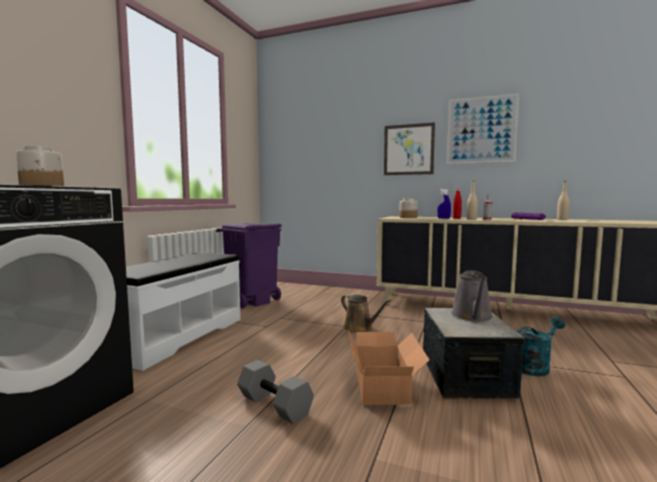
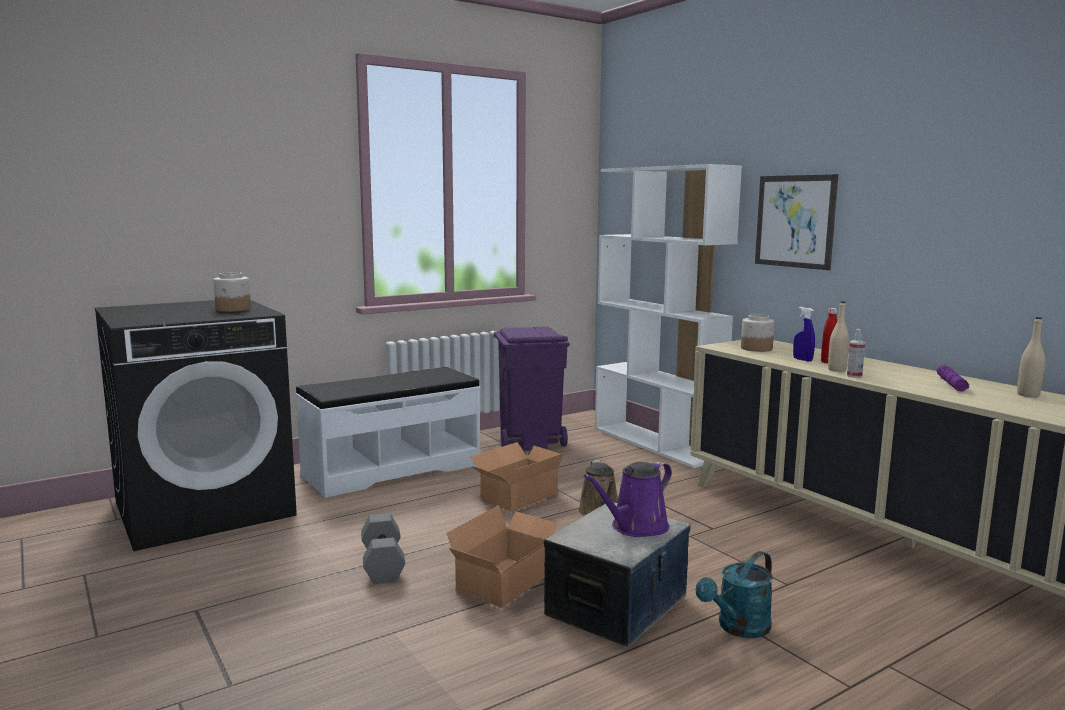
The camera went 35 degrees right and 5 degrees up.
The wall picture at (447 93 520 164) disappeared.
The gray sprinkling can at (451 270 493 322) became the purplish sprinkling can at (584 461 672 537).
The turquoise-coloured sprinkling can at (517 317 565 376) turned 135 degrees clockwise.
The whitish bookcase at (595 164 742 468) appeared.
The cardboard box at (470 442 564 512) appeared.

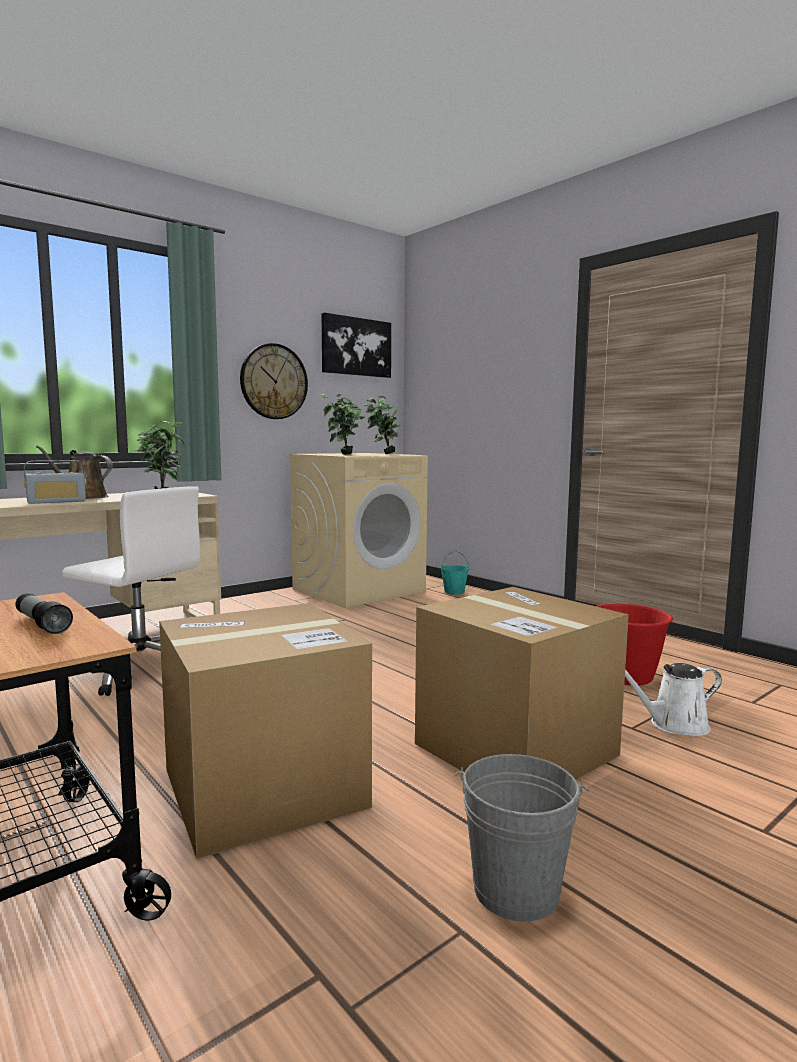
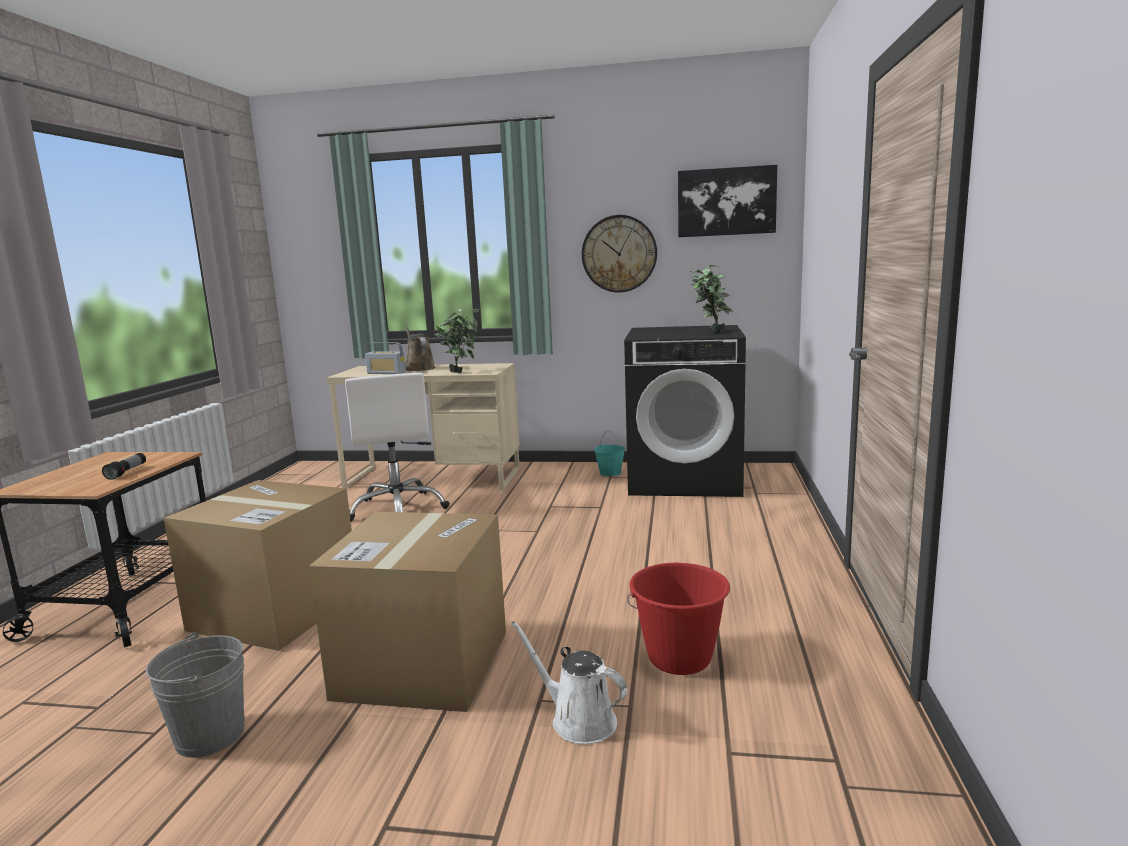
The camera went 50 degrees right and 5 degrees up.
The houseplant at (321 394 365 455) disappeared.
The beige-coloured laundry appliance at (289 453 428 608) became the blackish laundry appliance at (624 325 746 497).
The turquoise-coloured pail moved from (441 550 469 595) to (594 431 625 476).

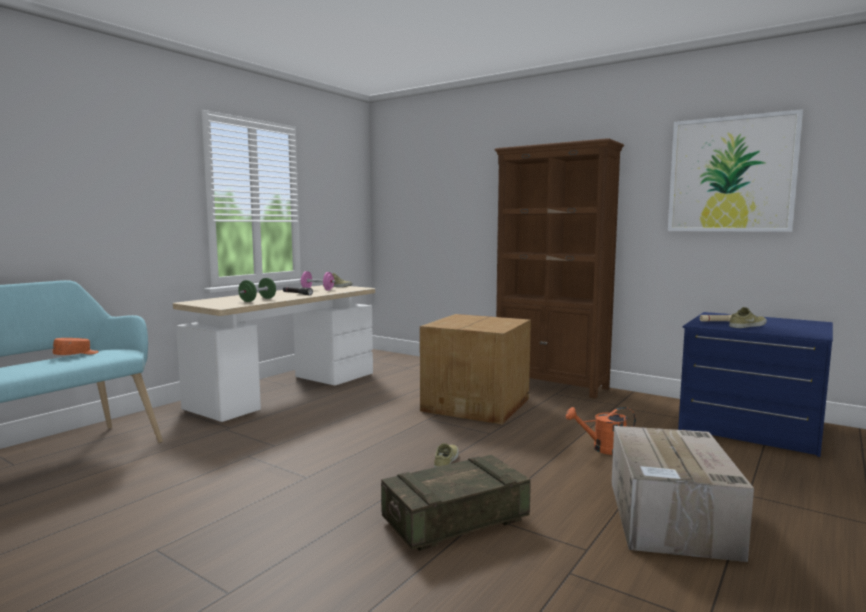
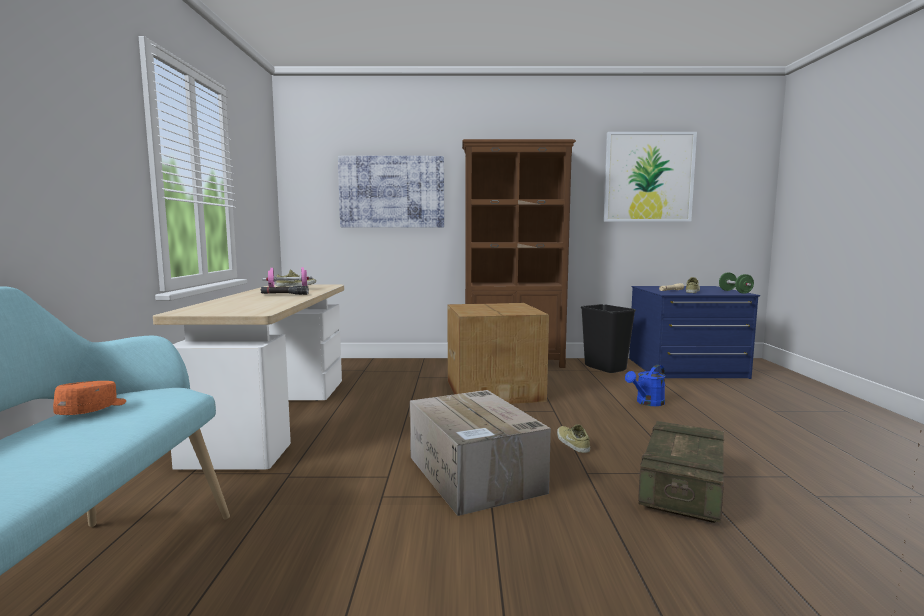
The camera went 35 degrees left and 0 degrees up.
The greenish free weight moved from (238 278 276 302) to (719 272 754 294).
The orange-coloured sprinkling can at (566 407 636 455) became the bluish sprinkling can at (625 365 665 406).
The cardboard box moved from (611 426 754 562) to (410 390 551 516).
The wall picture at (338 156 444 228) appeared.
The blackish waste bin at (581 304 636 373) appeared.

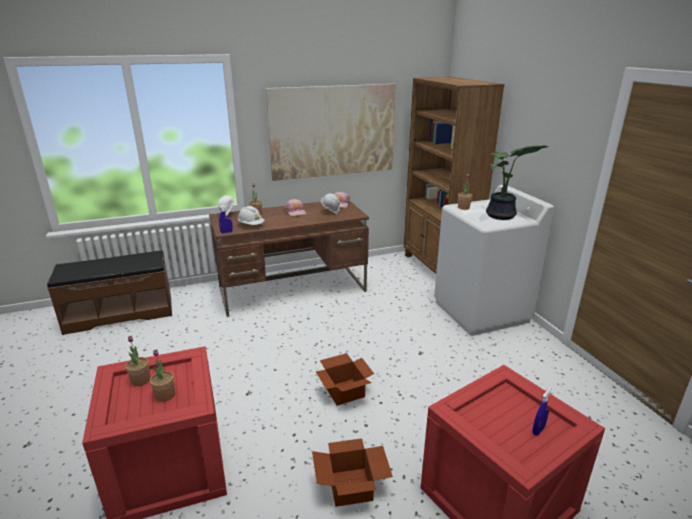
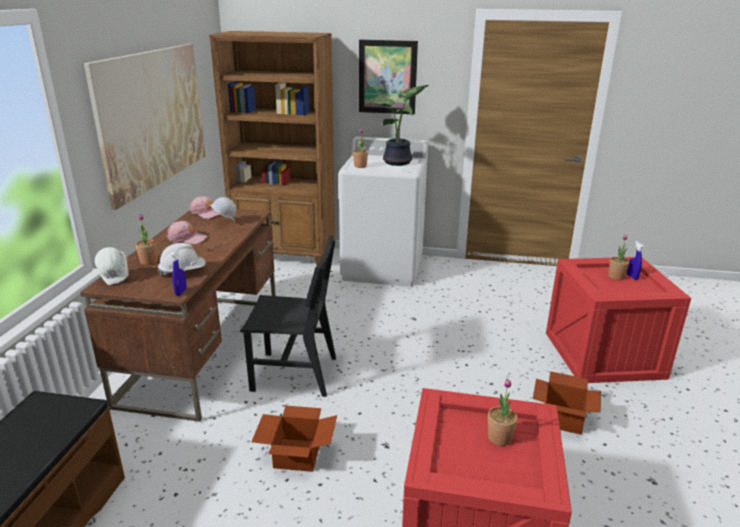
The camera went 60 degrees left and 0 degrees up.
The houseplant moved from (125 336 150 386) to (608 235 629 280).
The cardboard box moved from (316 353 374 406) to (251 405 337 472).
The wall picture at (359 40 418 115) appeared.
The blackish upright chair at (240 235 336 397) appeared.

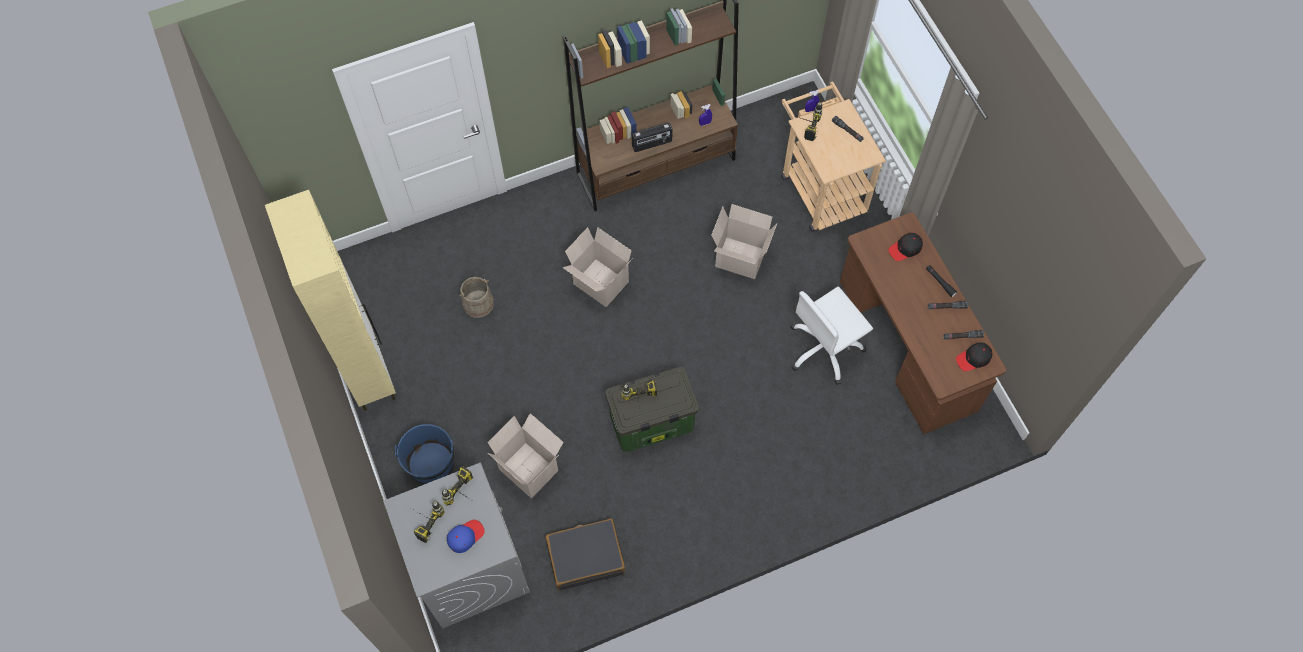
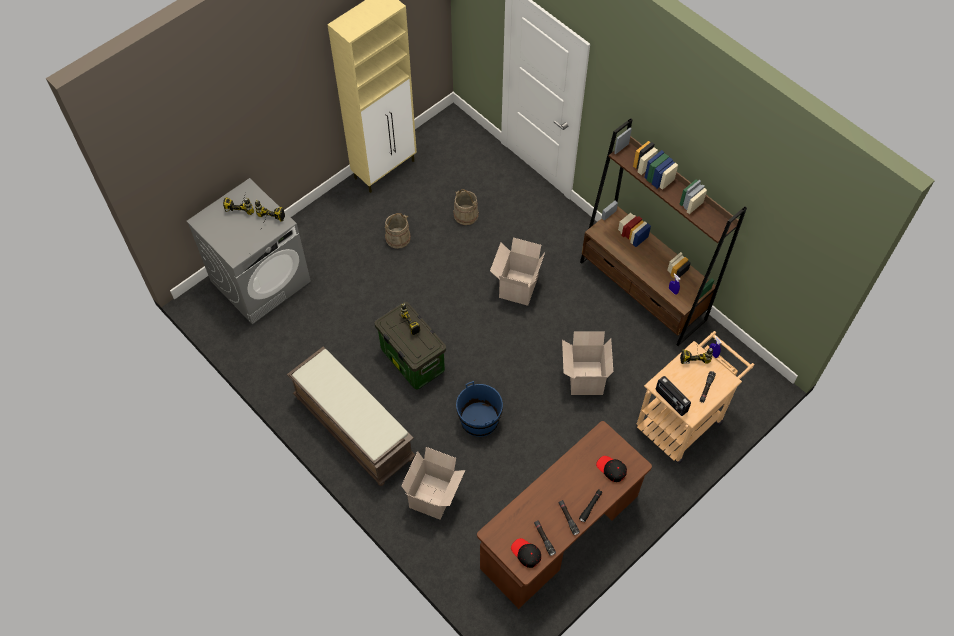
The camera went 70 degrees right and 5 degrees down.
The radio receiver moved from (632 123 673 152) to (656 376 691 416).
The whitish computer chair at (791 286 873 385) disappeared.
The cardboard box moved from (487 413 564 498) to (401 447 465 520).
The bluish pail moved from (395 424 454 484) to (456 381 503 437).
The blackish piece of luggage at (545 518 625 591) disappeared.
The bluish cap at (447 520 485 553) disappeared.
The beige-coloured pail at (385 213 411 249) appeared.
The brown-coloured bench at (287 346 415 486) appeared.

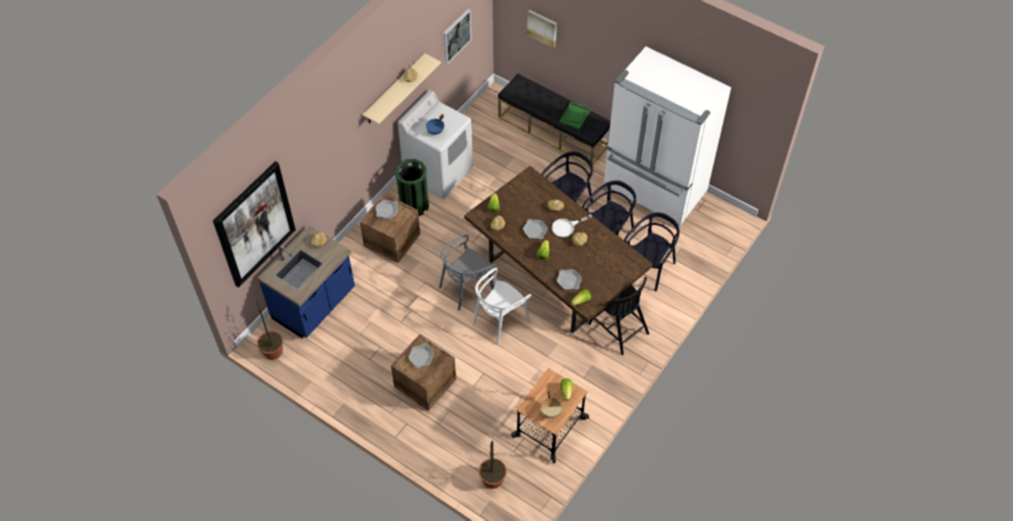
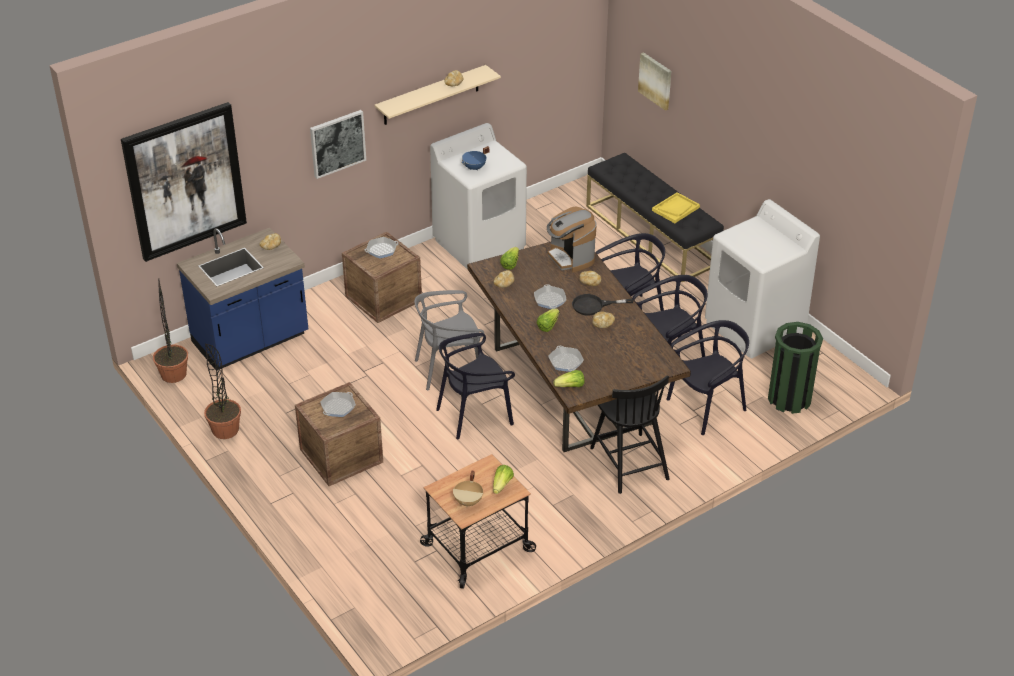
The camera went 20 degrees right and 15 degrees down.
The wall picture moved from (443 9 472 64) to (310 110 366 179).
The whitish fridge at (603 47 731 227) was replaced by the whitish laundry appliance at (705 199 820 358).
The greenish tray at (560 102 591 130) became the yellowish tray at (652 192 700 223).
The greenish waste bin moved from (395 159 429 217) to (768 322 823 414).
The whitish pan at (552 214 592 237) became the blackish pan at (572 294 634 315).
The whitish upright chair at (472 267 532 345) became the blackish upright chair at (436 333 515 440).
The houseplant moved from (479 441 507 489) to (204 344 241 439).
The coffee brewer at (547 207 596 272) appeared.

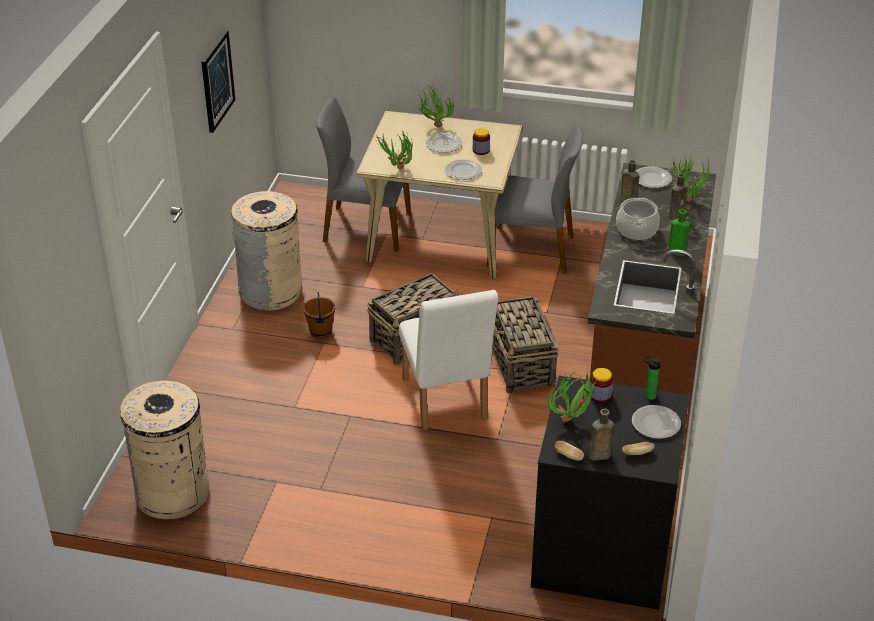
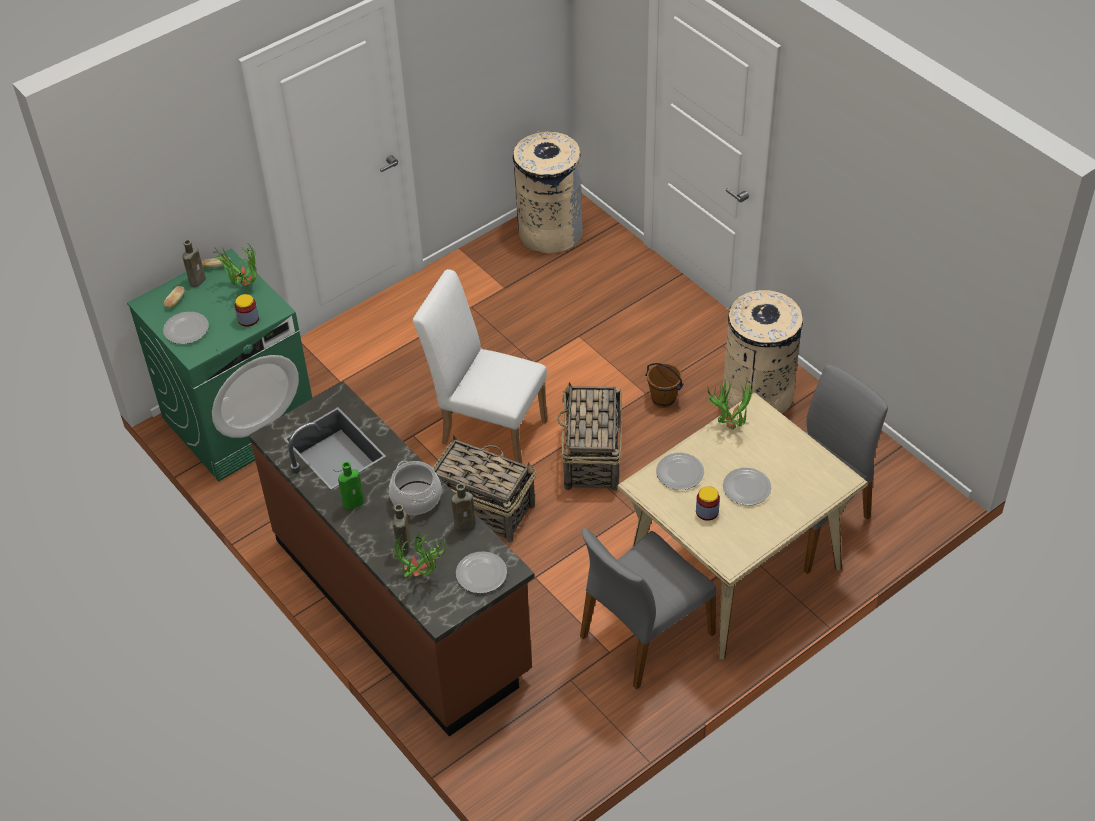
The camera went 130 degrees right and 10 degrees up.
The wall picture at (201 30 235 133) disappeared.
The houseplant at (418 85 454 127) disappeared.
The beverage bottle at (645 356 661 400) disappeared.
The blackish laundry appliance at (531 376 690 610) became the greenish laundry appliance at (127 248 312 481).

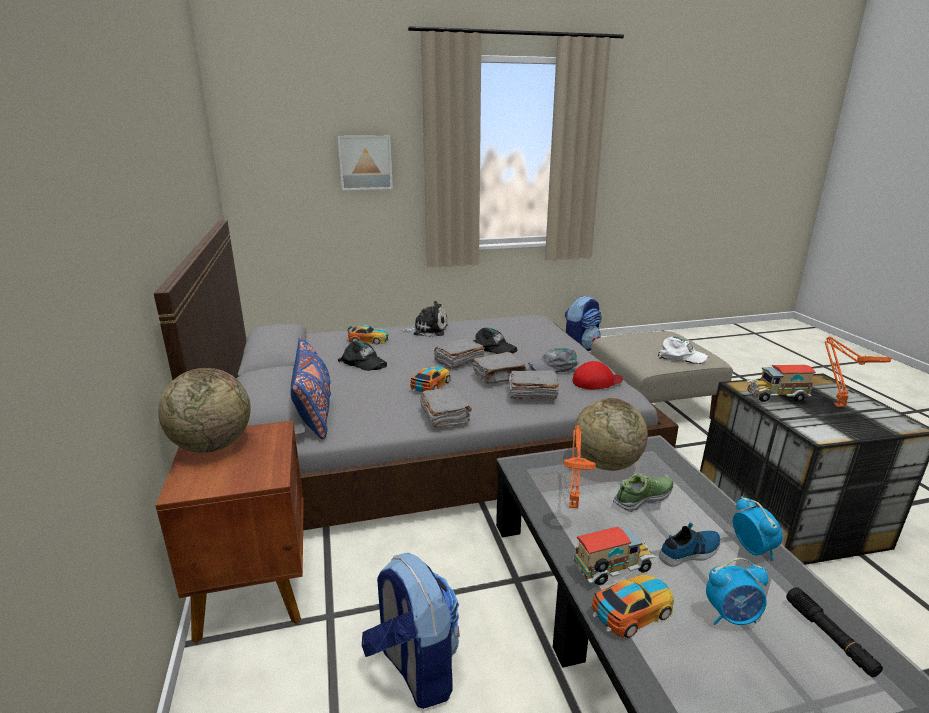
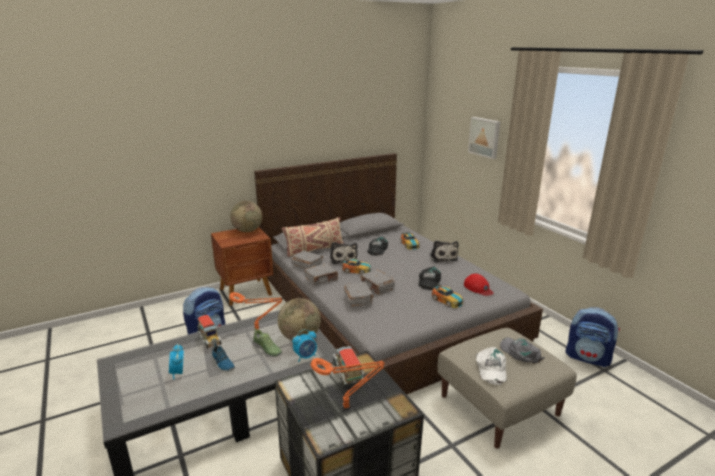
The camera went 75 degrees right and 0 degrees up.
The bluish throw pillow at (290 337 331 439) became the beige-coloured throw pillow at (282 217 344 257).
The gray volume moved from (434 338 485 370) to (291 250 323 269).
The gray cap moved from (529 348 579 373) to (500 337 545 363).
The red cap moved from (573 361 623 389) to (464 274 494 296).
The alarm clock moved from (733 496 783 561) to (292 329 317 362).
The toy car moved from (592 575 674 638) to (432 284 463 308).
The blackish flashlight at (786 587 883 677) disappeared.
The cuddly toy at (330 242 358 264) appeared.

